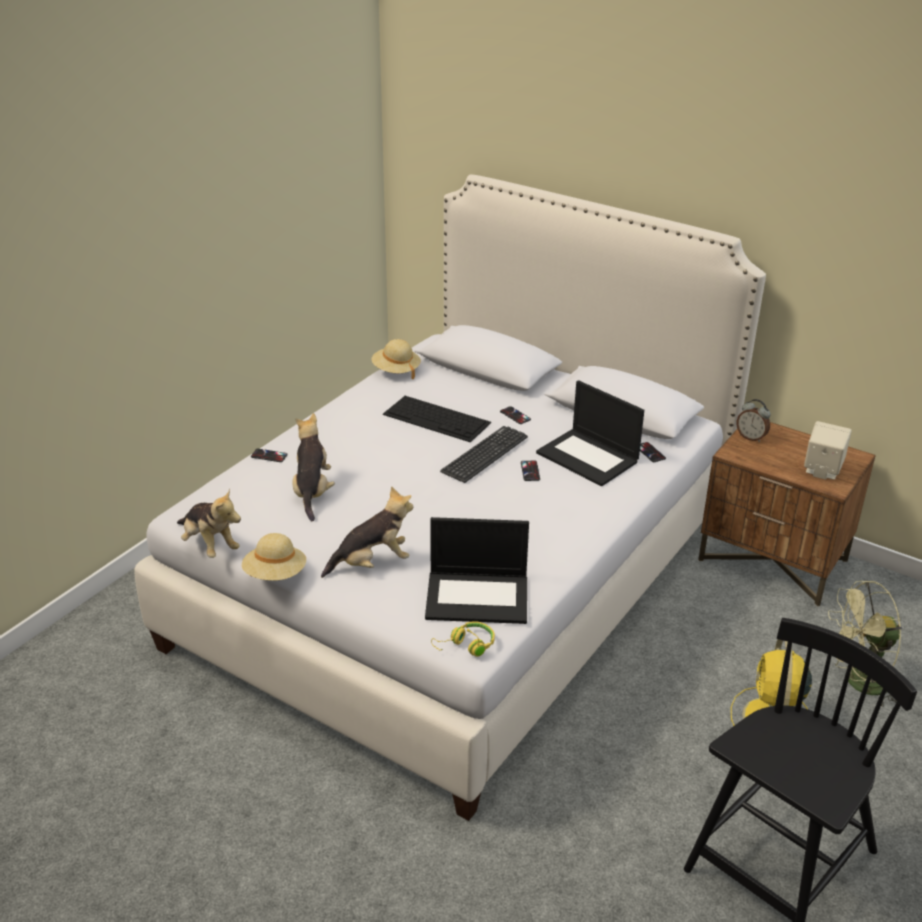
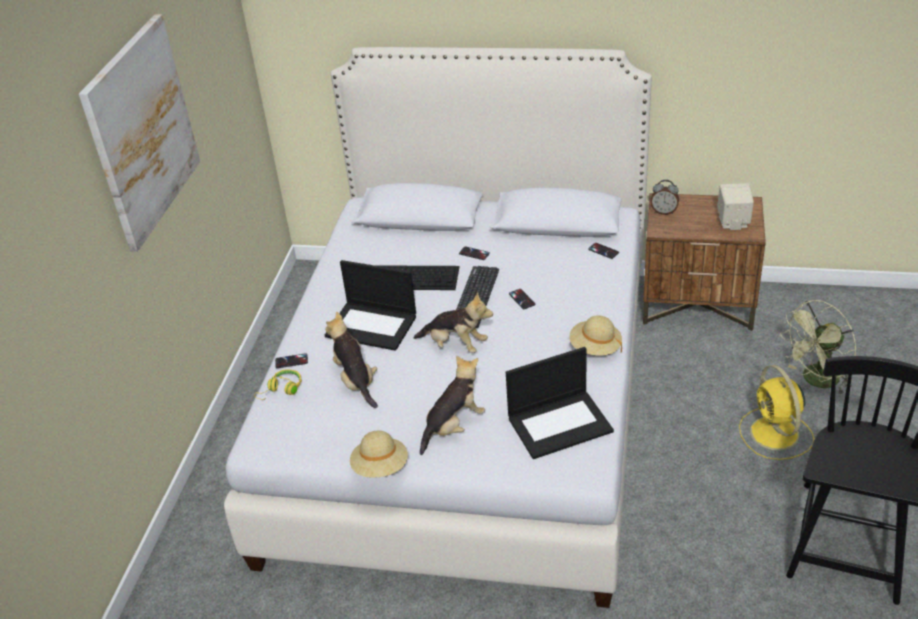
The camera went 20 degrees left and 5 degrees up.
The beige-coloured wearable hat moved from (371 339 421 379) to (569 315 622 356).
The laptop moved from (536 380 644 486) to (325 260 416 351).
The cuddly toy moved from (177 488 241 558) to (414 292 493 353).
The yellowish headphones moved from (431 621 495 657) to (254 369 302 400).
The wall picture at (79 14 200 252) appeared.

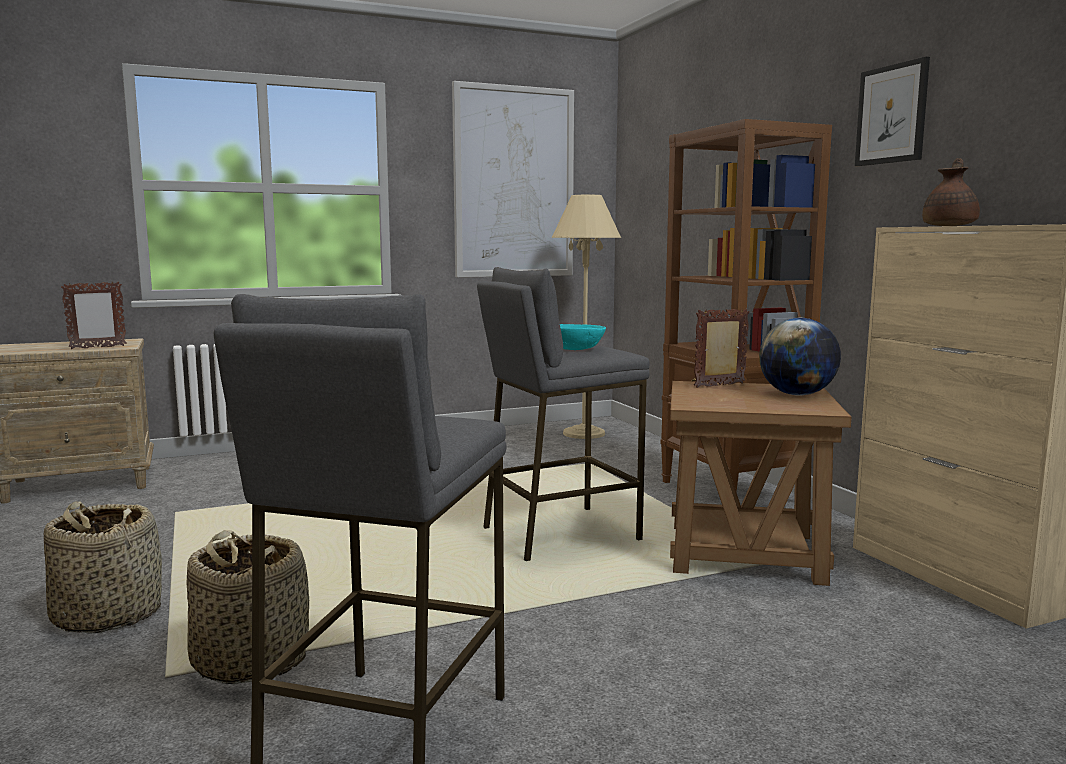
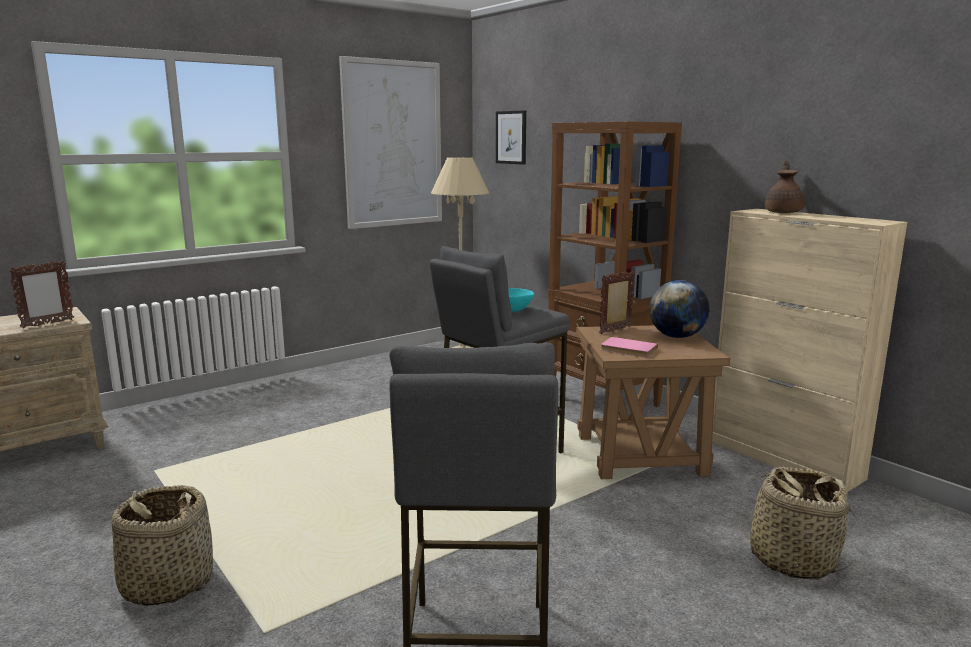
The camera went 15 degrees left and 5 degrees up.
The wall picture moved from (855 57 930 166) to (496 110 526 165).
The storage basket moved from (186 530 309 684) to (737 467 856 580).
The pinkish volume at (601 337 658 358) appeared.

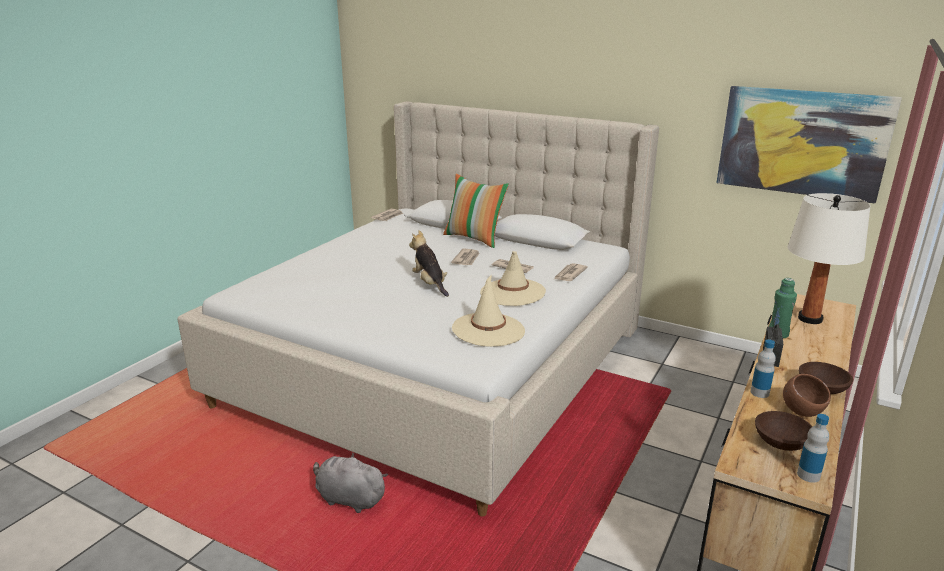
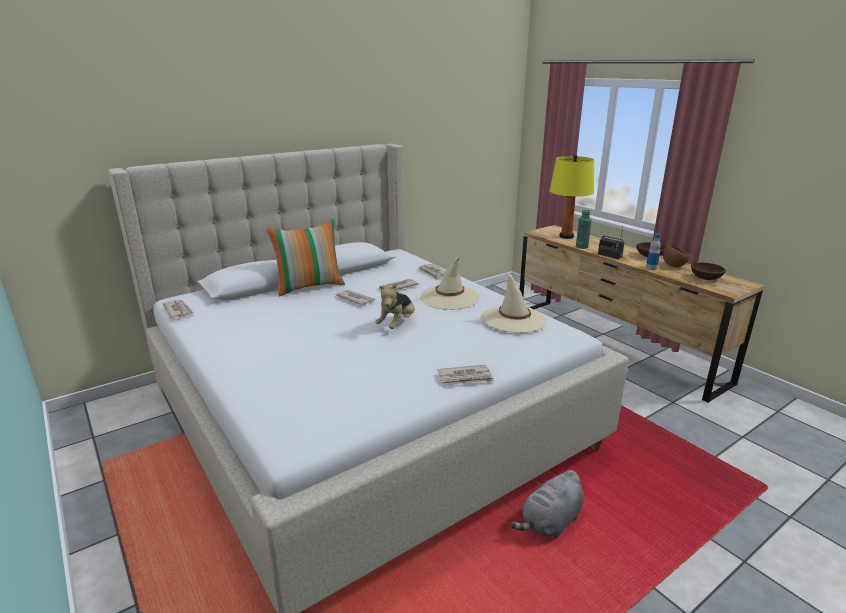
The camera went 65 degrees left and 0 degrees up.
The wall picture at (716 86 902 204) disappeared.
The whitish tabletop lamp at (788 193 871 324) became the yellowish tabletop lamp at (550 155 594 239).
The cuddly toy at (409 230 449 297) turned 60 degrees counterclockwise.
The beverage bottle at (797 414 829 483) disappeared.
The newspaper at (437 365 495 386) appeared.

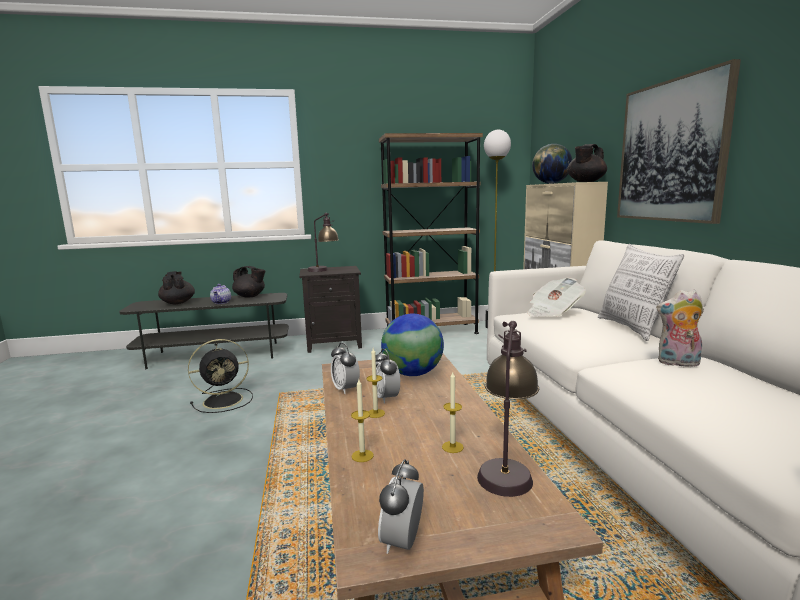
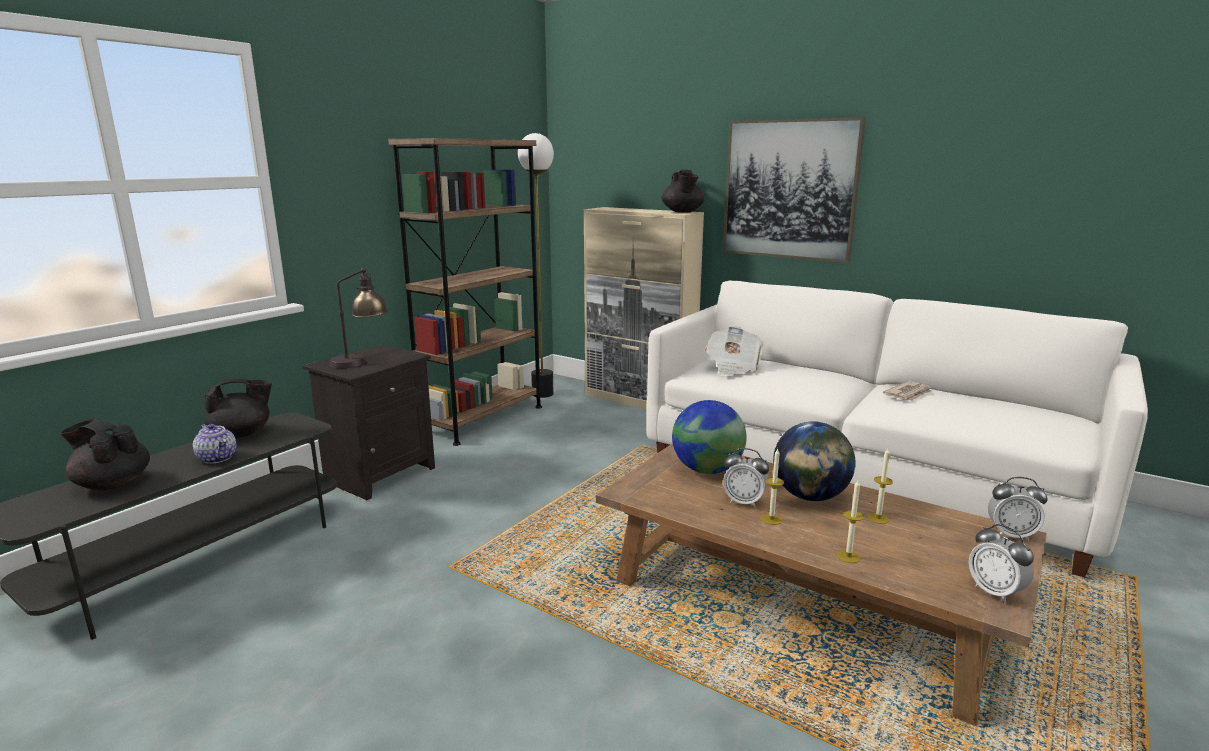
The camera went 45 degrees left and 5 degrees up.
The globe moved from (532 144 572 184) to (773 421 856 501).
The throw pillow at (598 244 684 341) disappeared.
The cuddly toy at (656 290 704 367) was replaced by the newspaper at (883 381 931 401).
The tabletop lamp at (477 321 539 497) disappeared.
The blackish cooling fan at (188 339 253 413) disappeared.
The alarm clock moved from (331 343 360 394) to (988 477 1048 541).

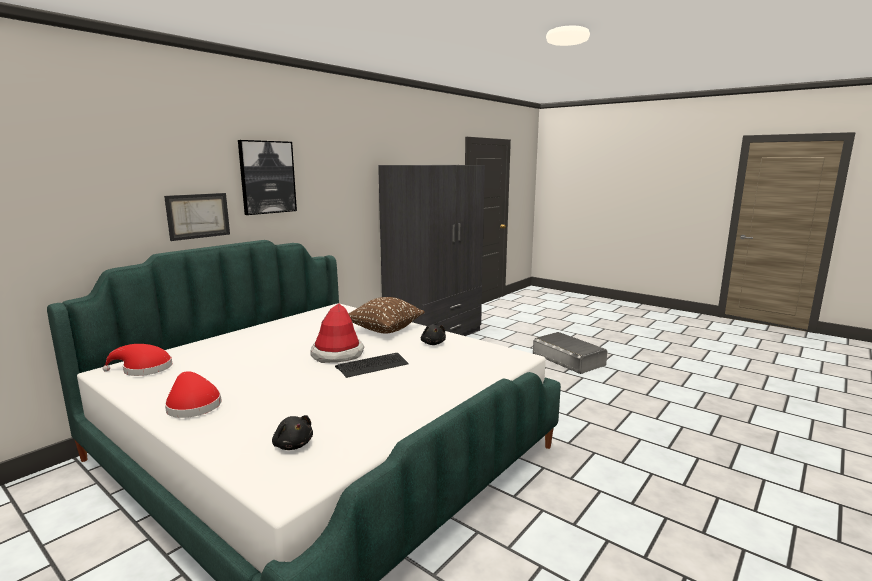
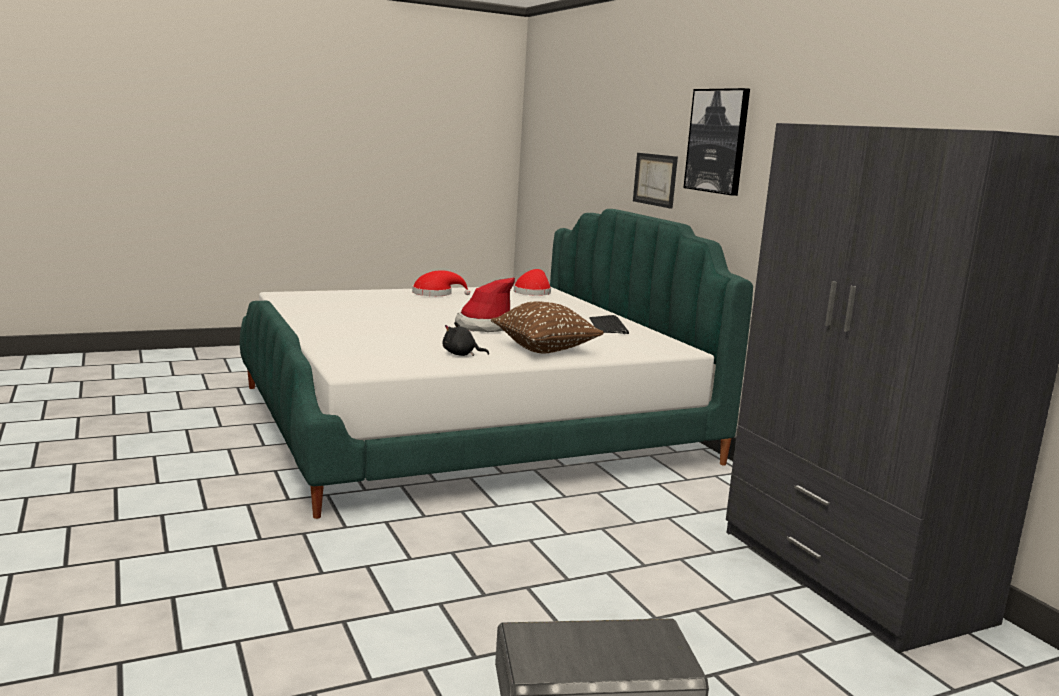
The camera went 115 degrees right and 0 degrees up.
The keyboard moved from (335 353 409 378) to (589 315 629 334).
The blackish cuddly toy at (272 415 313 450) disappeared.

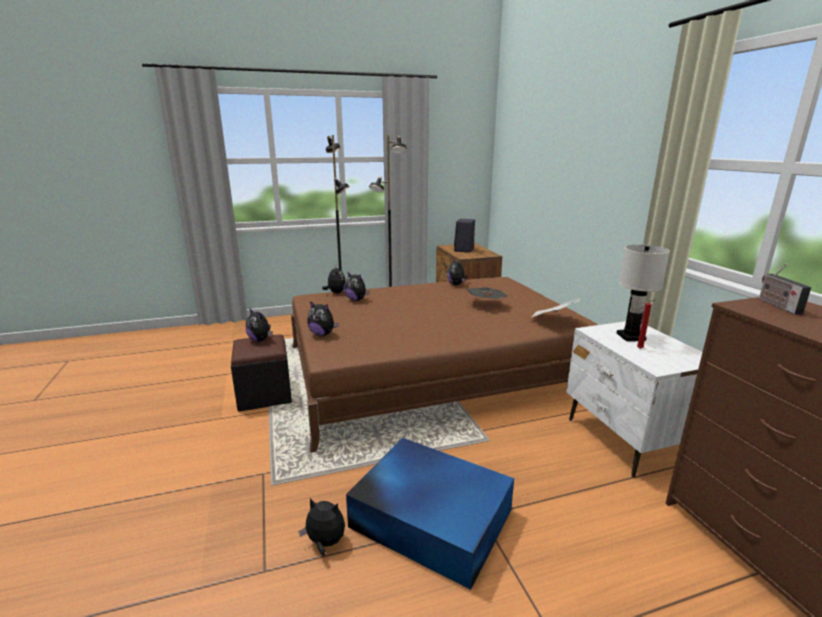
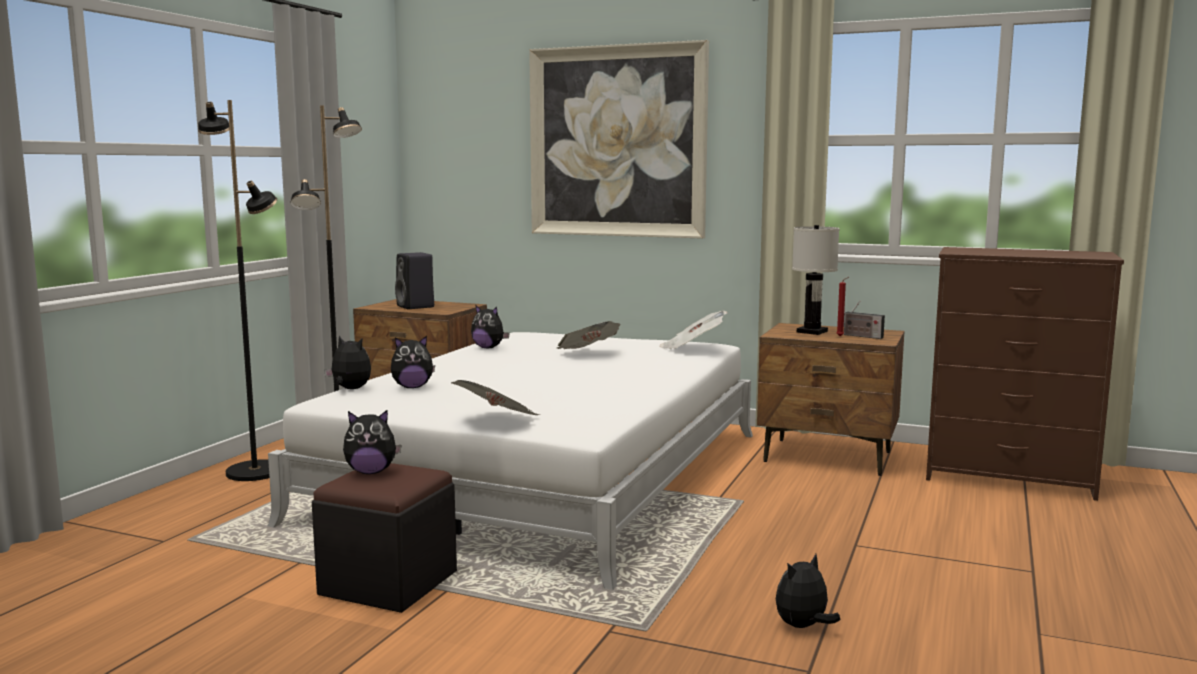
The camera went 50 degrees left and 10 degrees down.
The radio receiver moved from (759 264 811 315) to (844 301 885 339).
The brown-coloured bed at (291 277 598 453) became the whitish bed at (268 332 753 590).
The cuddly toy at (307 301 339 336) was replaced by the newspaper at (451 380 540 415).
The whitish nightstand at (567 321 702 477) became the brown-coloured nightstand at (757 323 904 476).
The bluish storage box at (346 438 514 590) disappeared.
The wall picture at (529 40 709 239) appeared.

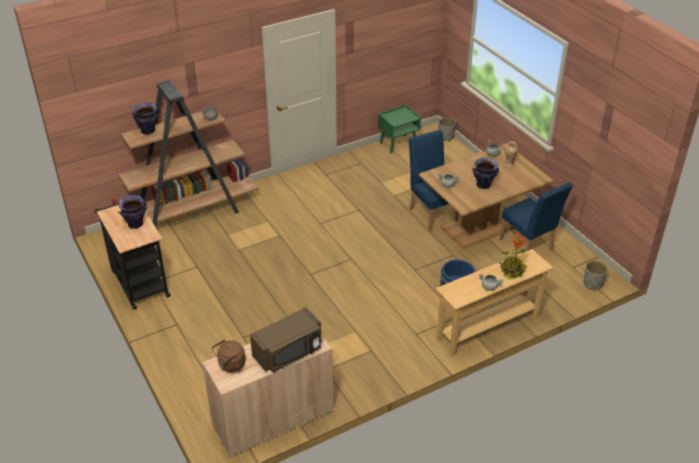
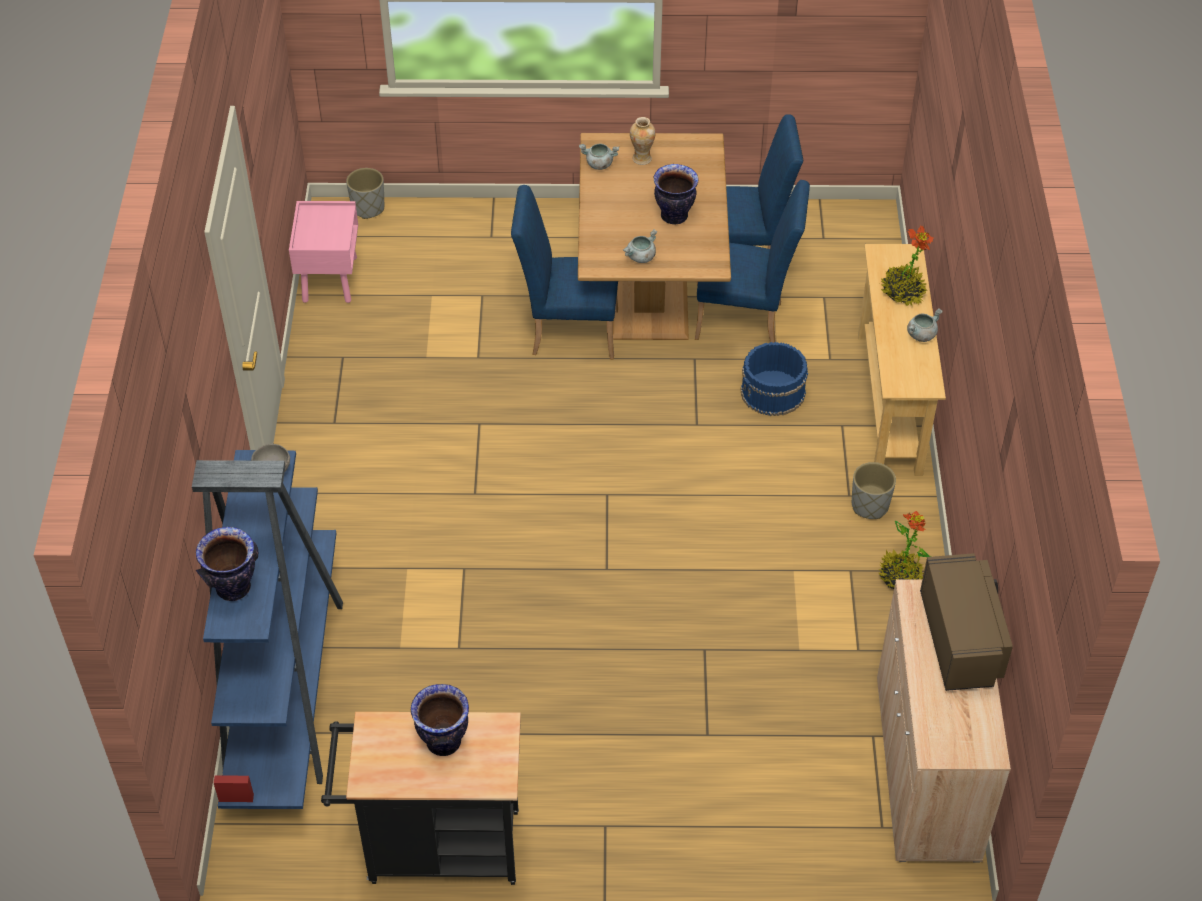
The camera went 60 degrees left and 10 degrees up.
The brown-coloured bookcase at (112 80 259 228) became the bluish bookcase at (192 450 343 809).
The greenish nightstand at (378 105 421 153) became the pinkish nightstand at (289 201 358 303).
The gray flower pot moved from (583 261 608 290) to (852 462 896 519).
The brown-coloured kettle at (212 340 246 372) disappeared.
The bluish upright chair at (695 180 810 343) appeared.
The houseplant at (878 511 931 589) appeared.

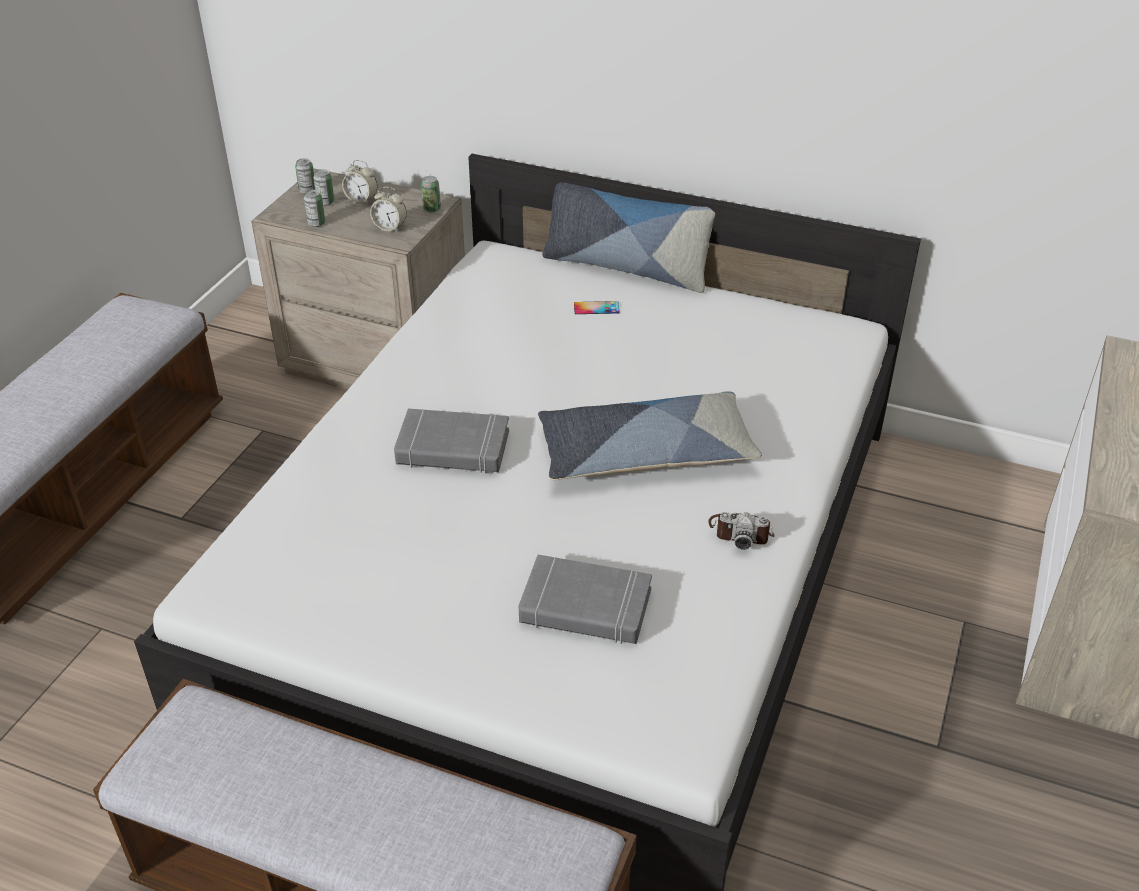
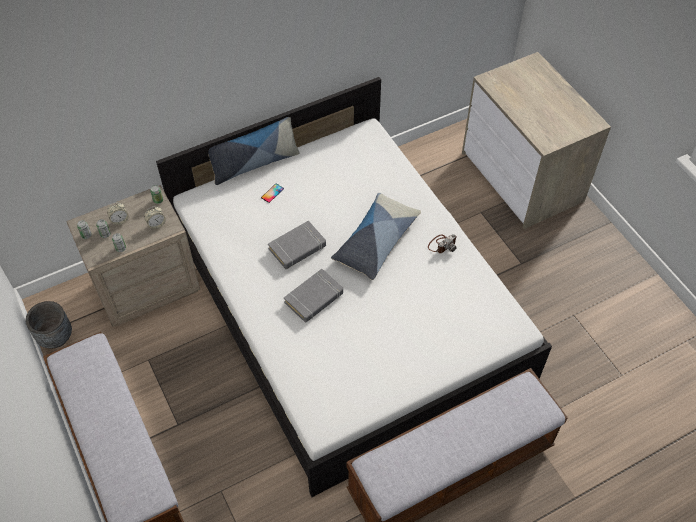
The camera went 50 degrees left and 15 degrees up.
The gray volume moved from (519 555 652 644) to (268 221 326 269).
The gray flower pot at (26 301 72 348) appeared.

